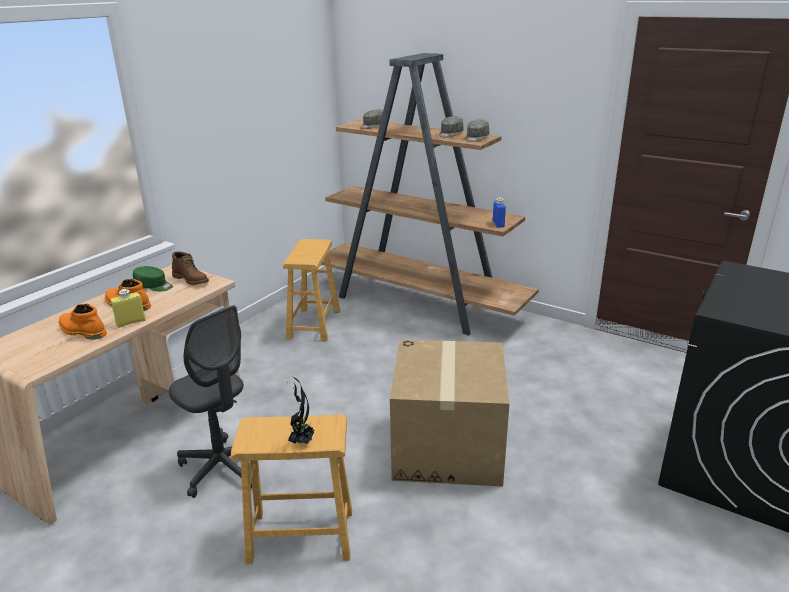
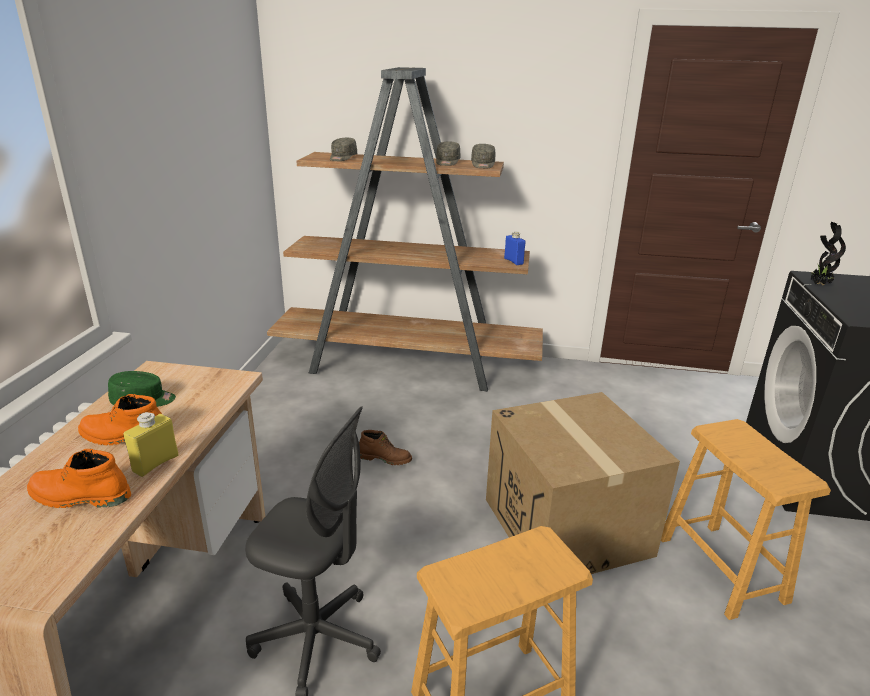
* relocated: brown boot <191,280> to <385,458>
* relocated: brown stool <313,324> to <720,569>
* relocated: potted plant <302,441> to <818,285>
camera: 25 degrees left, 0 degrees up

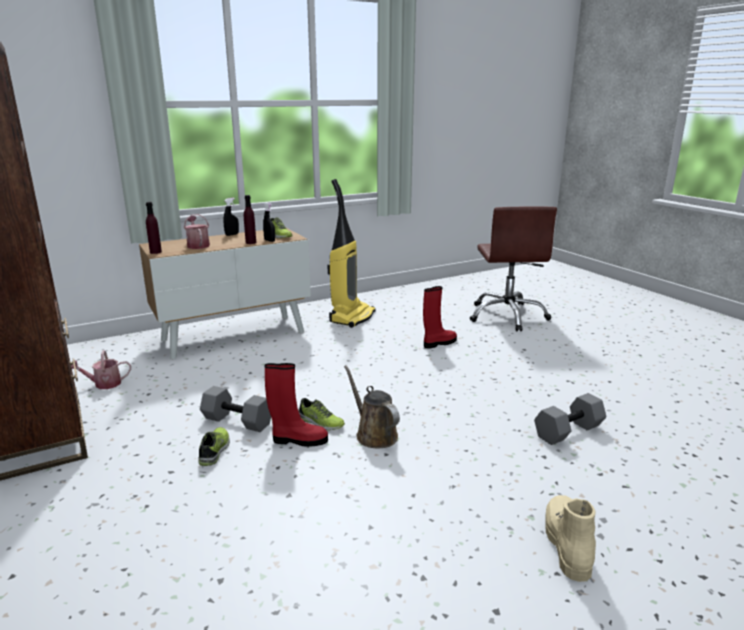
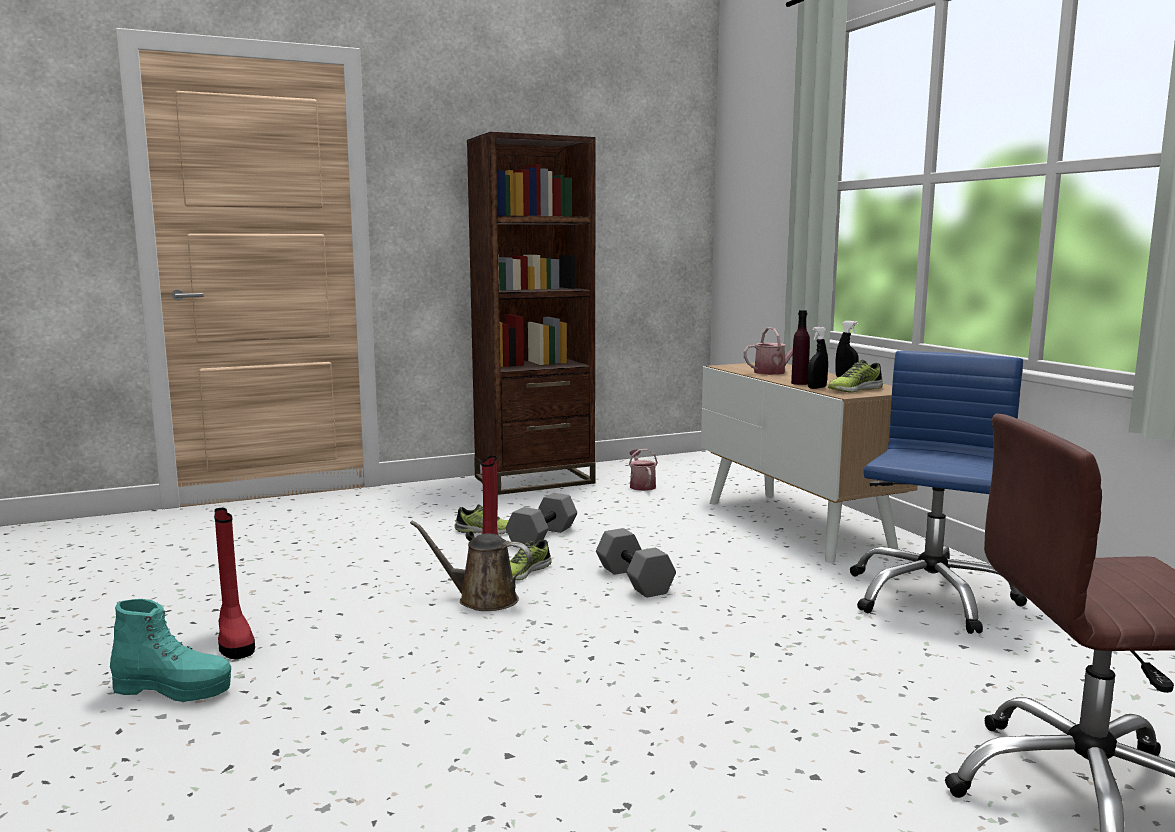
* missing: purple bottle <155,252>
* exchanged: vacuum cleaner <352,317> to blue office chair <929,597>
* spun: brown watering can <374,434> = <482,599> 135 degrees counterclockwise
* relocated: red boot <439,343> to <234,640>
* relocated: grey dumbbell <569,432> to <632,580>
* colour: beige boot <566,544> to turquoise boot <174,689>
camera: 95 degrees right, 10 degrees down

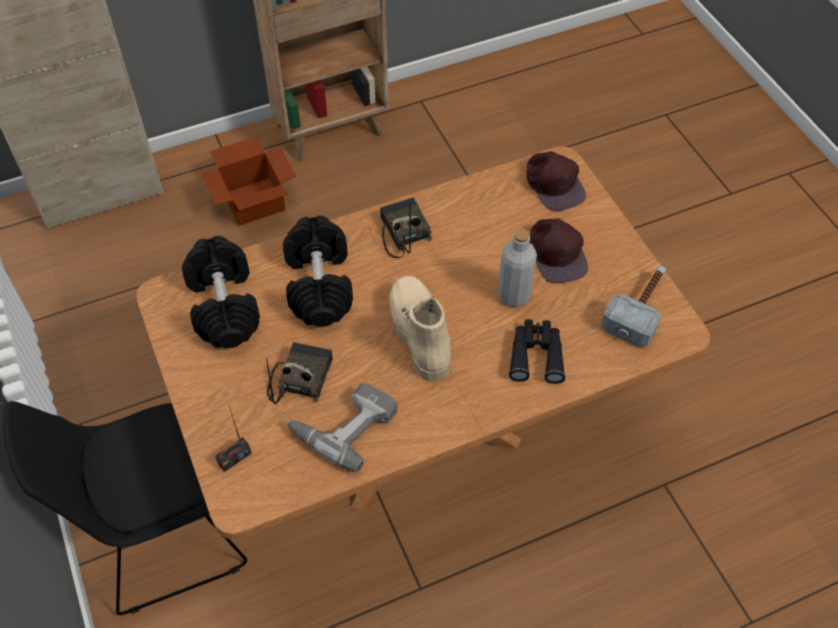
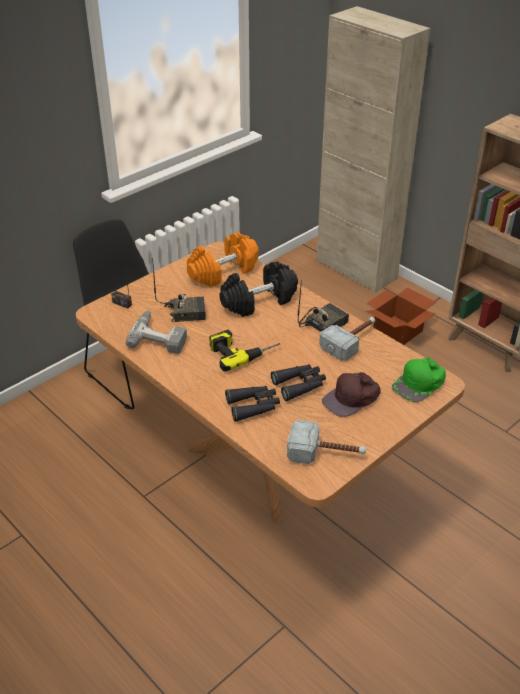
* colour: black dumbbell <223,305> to orange dumbbell <223,271>
* exchanged: beige boot <419,335> to power drill <242,350>
* exchanged: grey bottle <514,295> to black binoculars <300,385>
* colour: brown cap <554,183> to green cap <419,384>
* appeared: hammer <351,341>
camera: 70 degrees right, 15 degrees down

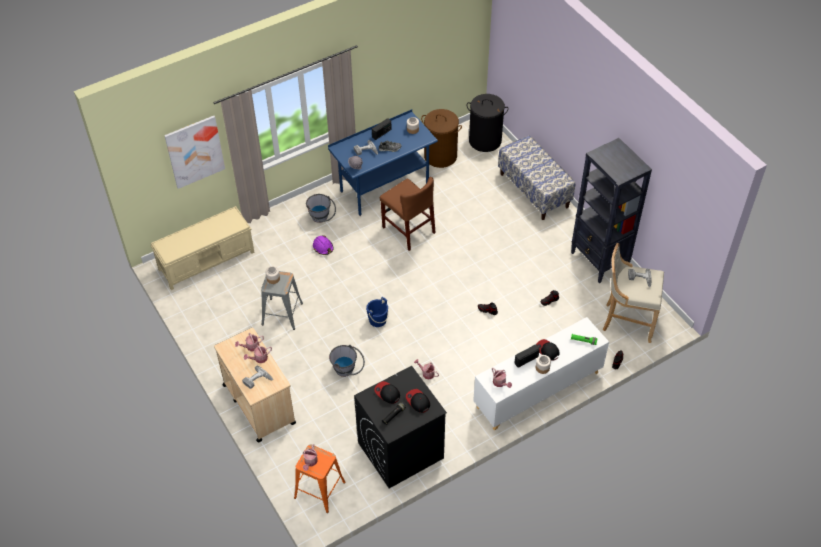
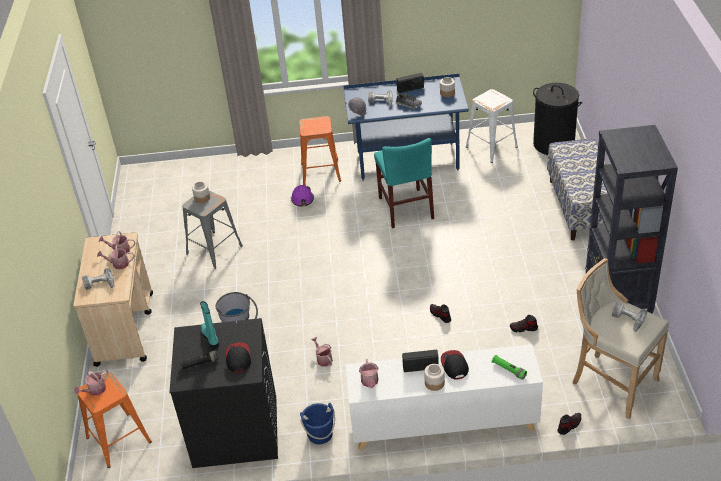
* missing: beige bench <207,260>
* missing: picture <195,151>
* exchanged: grey bucket <321,218> to orange stool <320,172>
* relocated: blue bucket <377,320> to <320,434>
* exchanged: cap <387,393> to turquoise boot <211,338>
* colour: brown chair <408,230> to turquoise chair <405,208>
* exchanged: brown laundry basket <440,156> to white stool <492,146>
camera: 30 degrees right, 10 degrees down

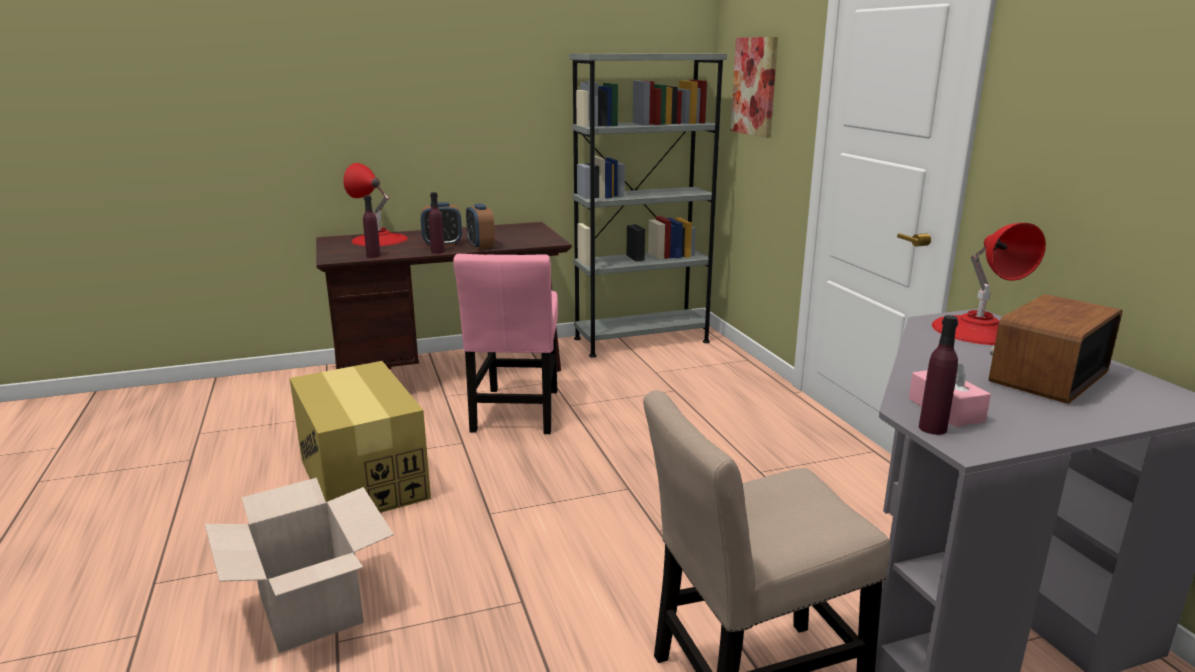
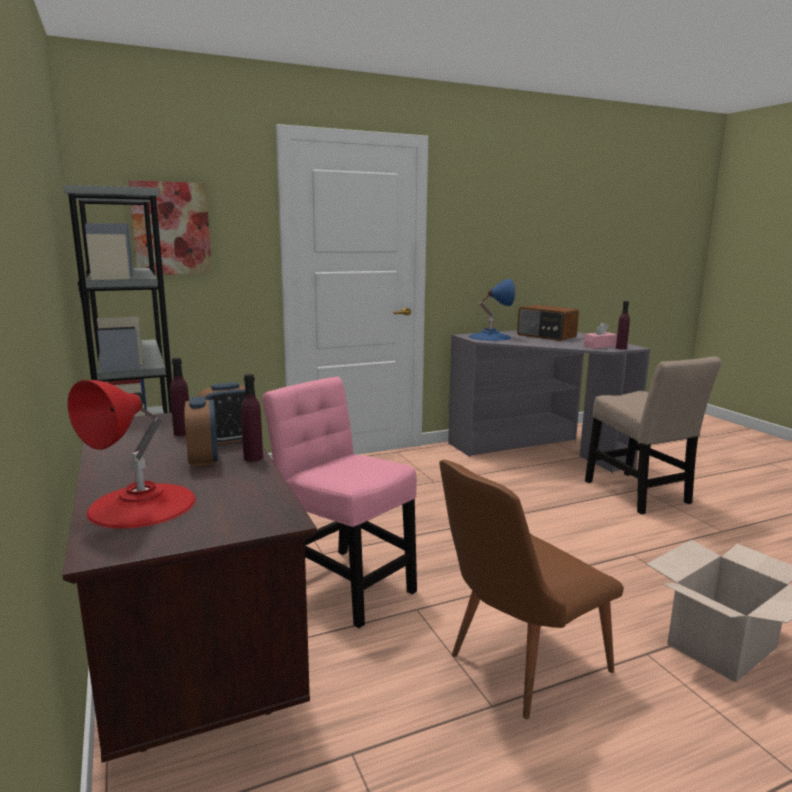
* exchanged: cardboard box <363,478> to brown chair <516,666>
* relocated: purple bottle <373,256> to <182,433>
* spun: pink chair <516,413> = <343,583> 135 degrees counterclockwise
* colour: red table lamp <978,330> to blue table lamp <490,337>
camera: 95 degrees left, 5 degrees down

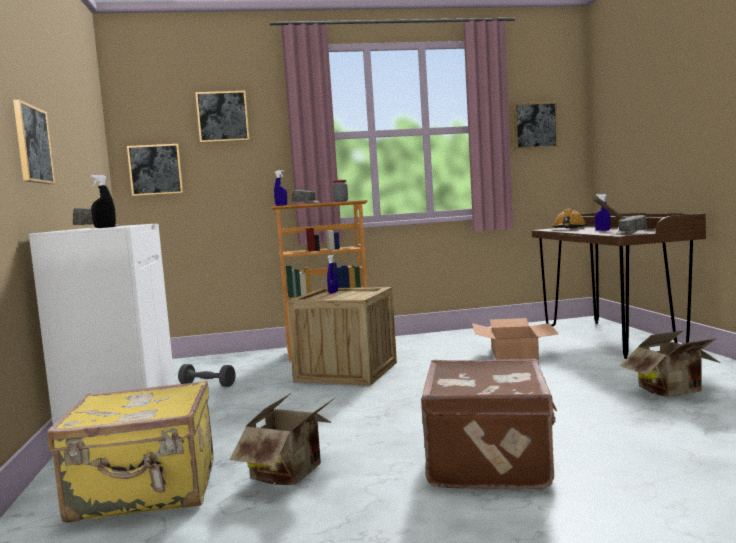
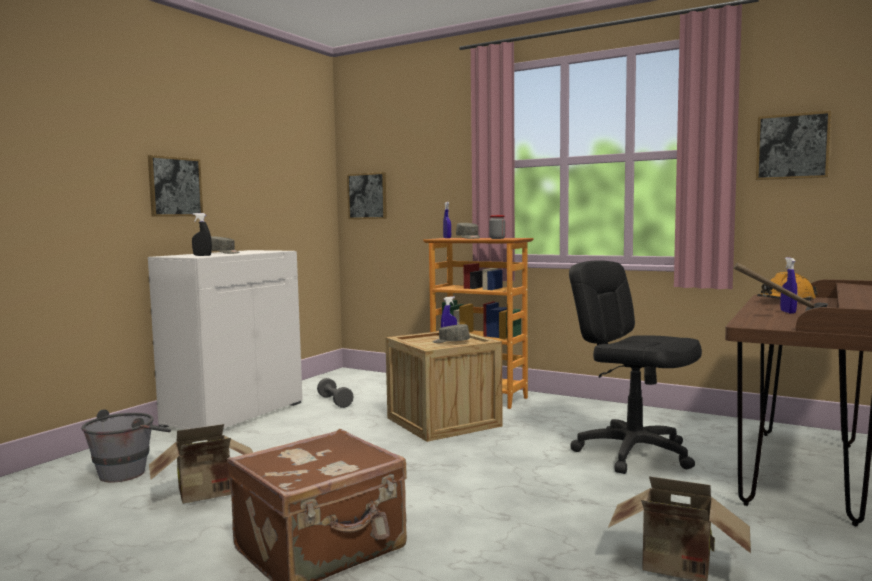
* exchanged: yellow suitcase <146,492> to grey bucket <130,471>
* missing: picture <222,116>
* exchanged: cardboard box <514,353> to black office chair <633,453>
* relocated: grey cap <630,233> to <450,342>
camera: 40 degrees right, 0 degrees up

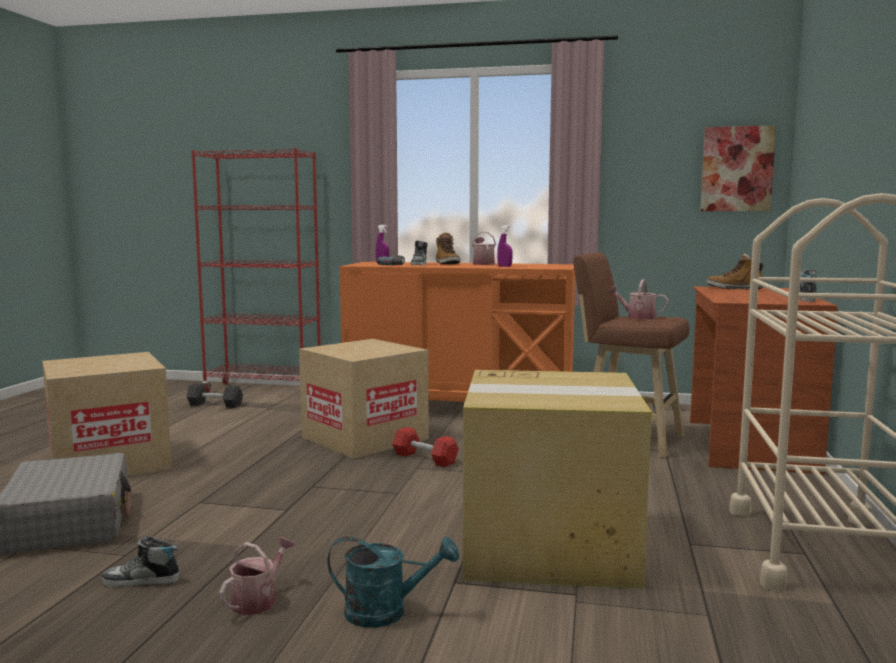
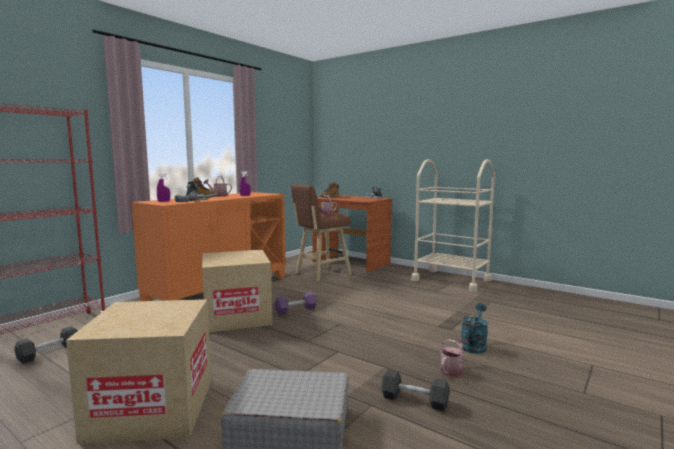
* exchanged: shoe <141,581> to black dumbbell <414,400>
* spun: watering can <258,600> = <452,369> 75 degrees clockwise
* colour: red dumbbell <425,458> to purple dumbbell <295,310>
* missing: cardboard box <552,545>
* missing: picture <737,169>
camera: 65 degrees left, 0 degrees up

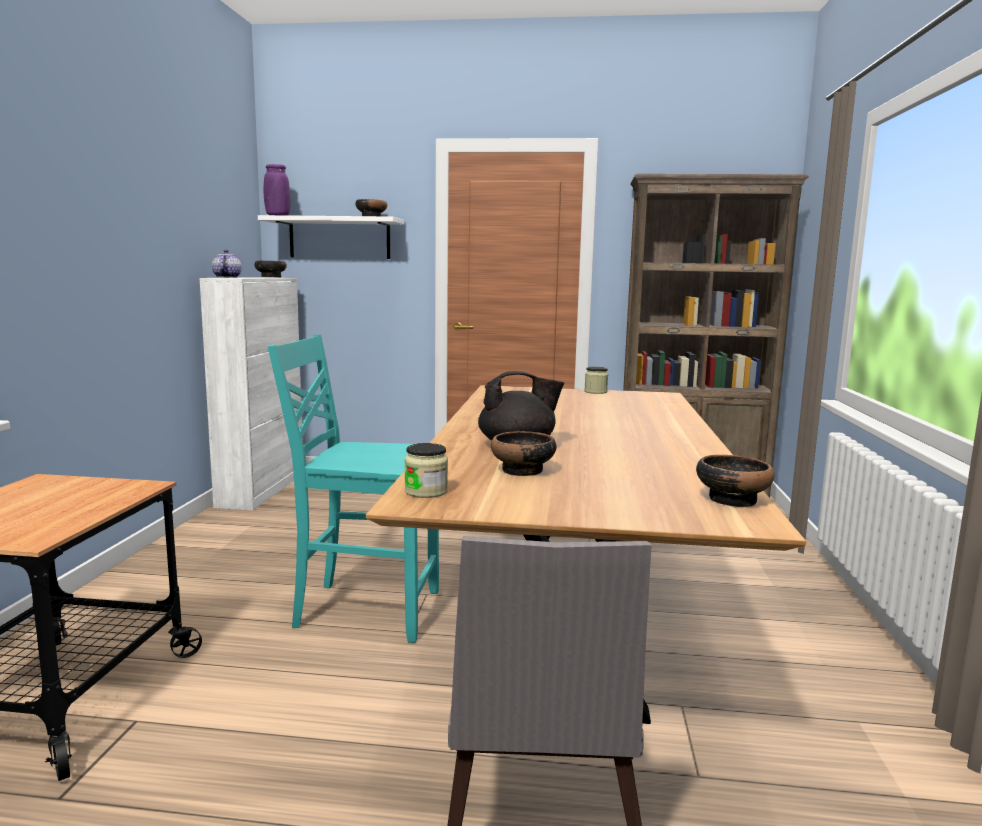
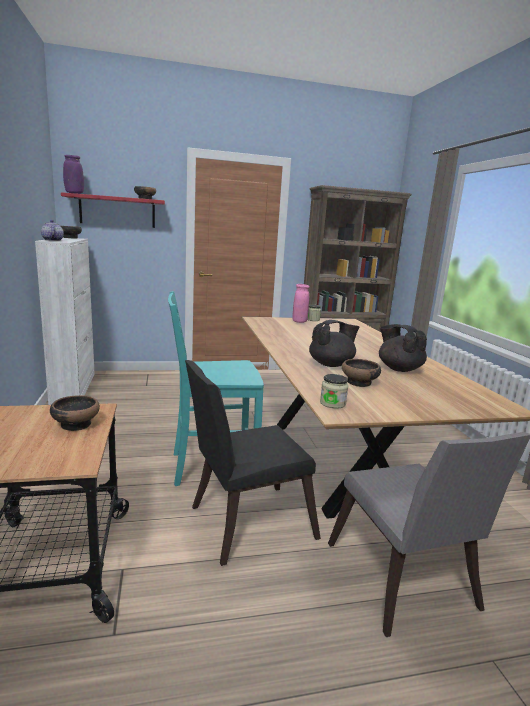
* colour: white shelf <339,238> to red shelf <117,211>
* relocated: bowl <732,499> to <76,424>
* appeared: black chair <244,523>
* appeared: pink vase <299,321>
* appeared: black teapot <399,369>
camera: 20 degrees left, 5 degrees up

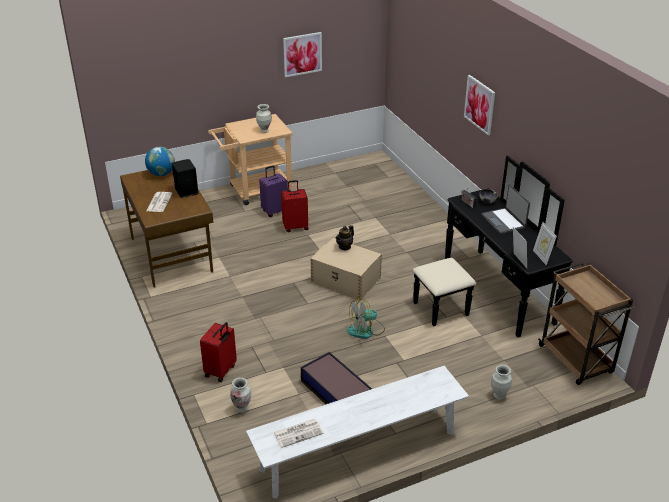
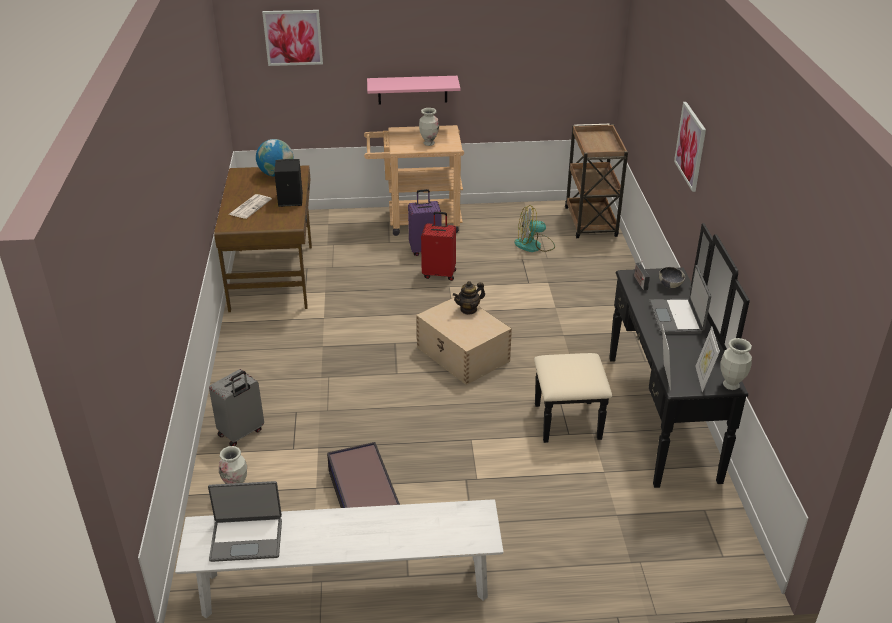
* colour: red suitcase <221,371> to grey suitcase <241,433>
* exchanged: newspaper <298,433> to laptop <247,538>
* relocated: picture <302,54> to <293,37>
* relocated: fan <366,330> to <534,245>
* relocated: vase <499,396> to <731,385>
* relocated: brown cart <576,360> to <591,223>
* appeared: pink shelf <412,90>
camera: 20 degrees right, 0 degrees up

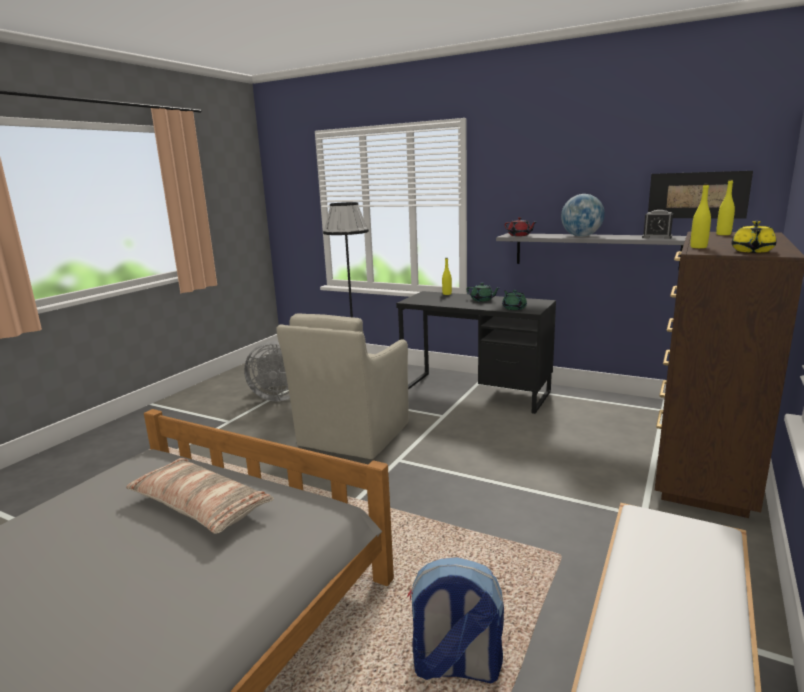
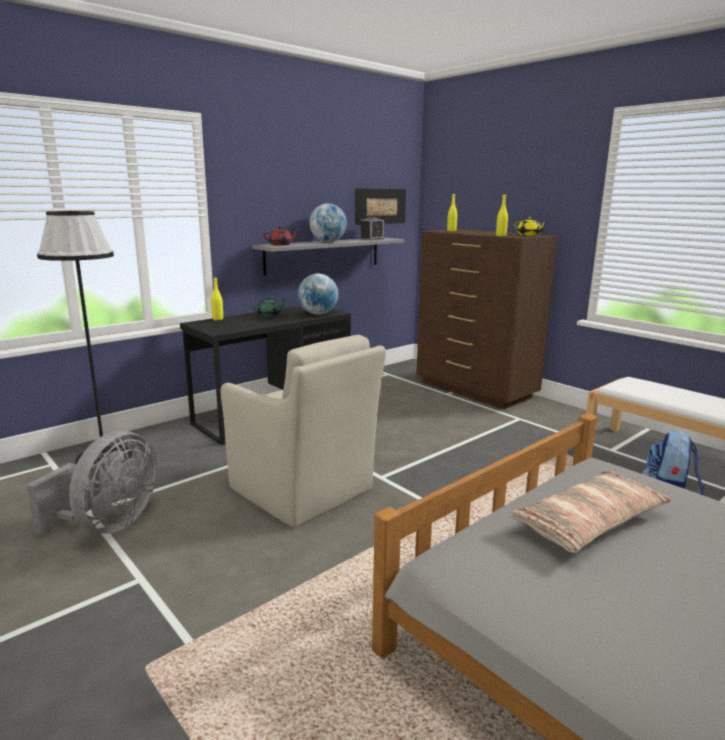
* exchanged: green teapot <514,308> to globe <318,314>
camera: 70 degrees left, 0 degrees up

